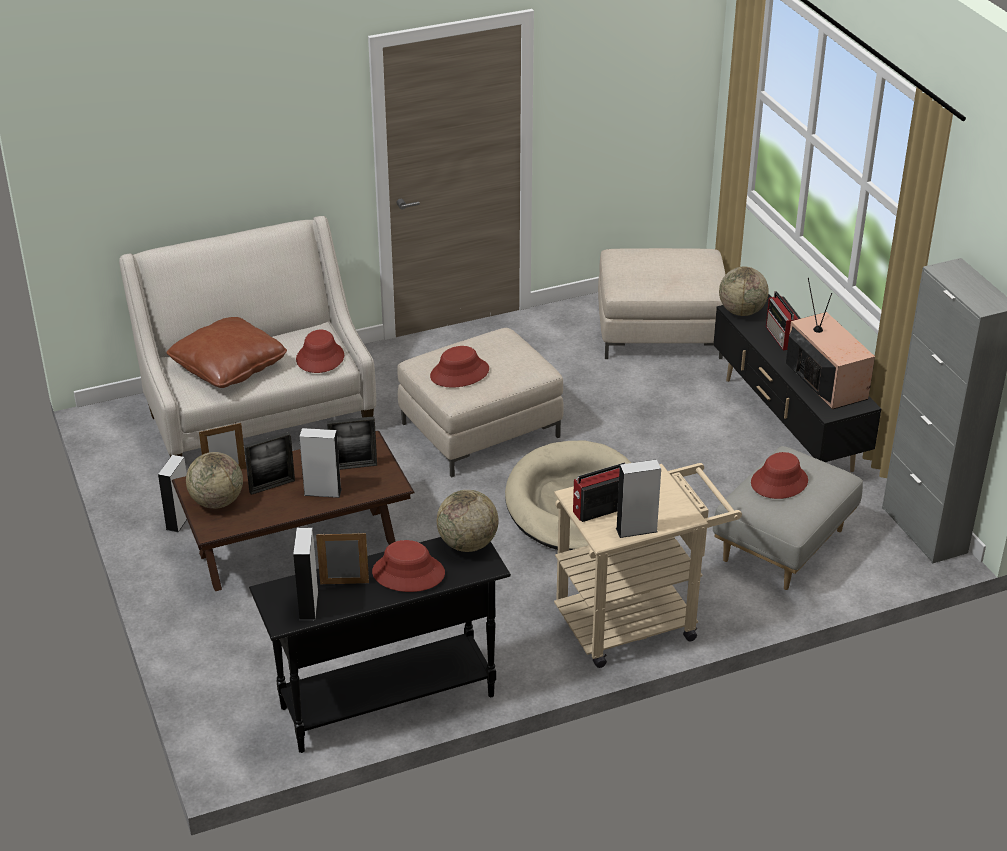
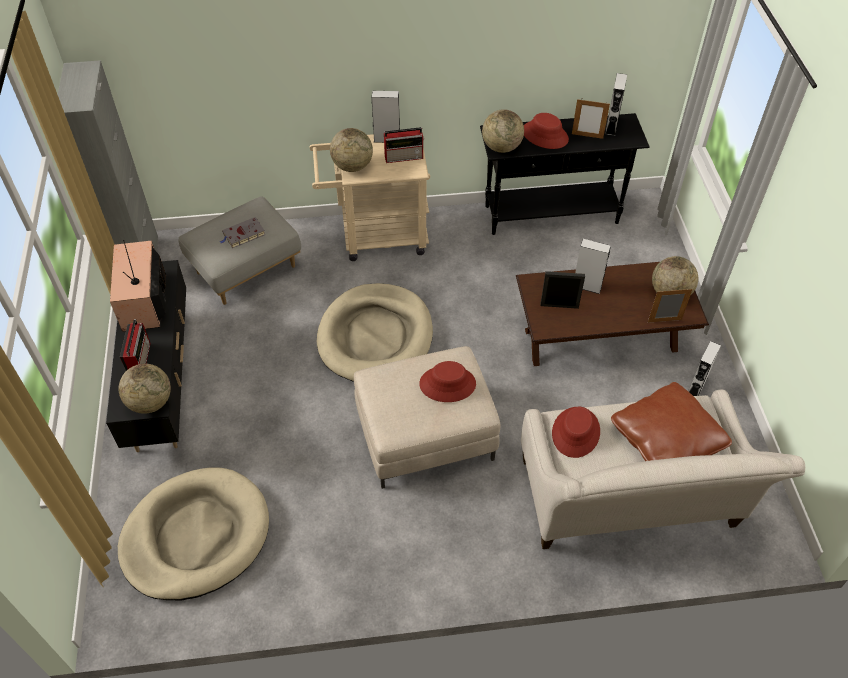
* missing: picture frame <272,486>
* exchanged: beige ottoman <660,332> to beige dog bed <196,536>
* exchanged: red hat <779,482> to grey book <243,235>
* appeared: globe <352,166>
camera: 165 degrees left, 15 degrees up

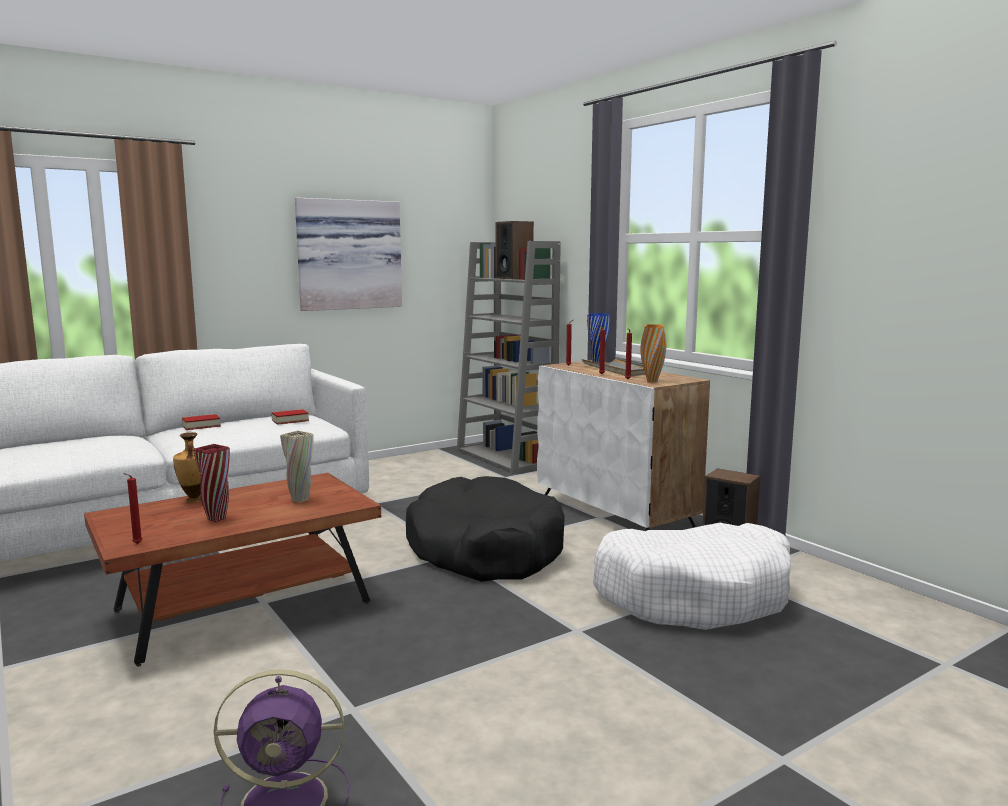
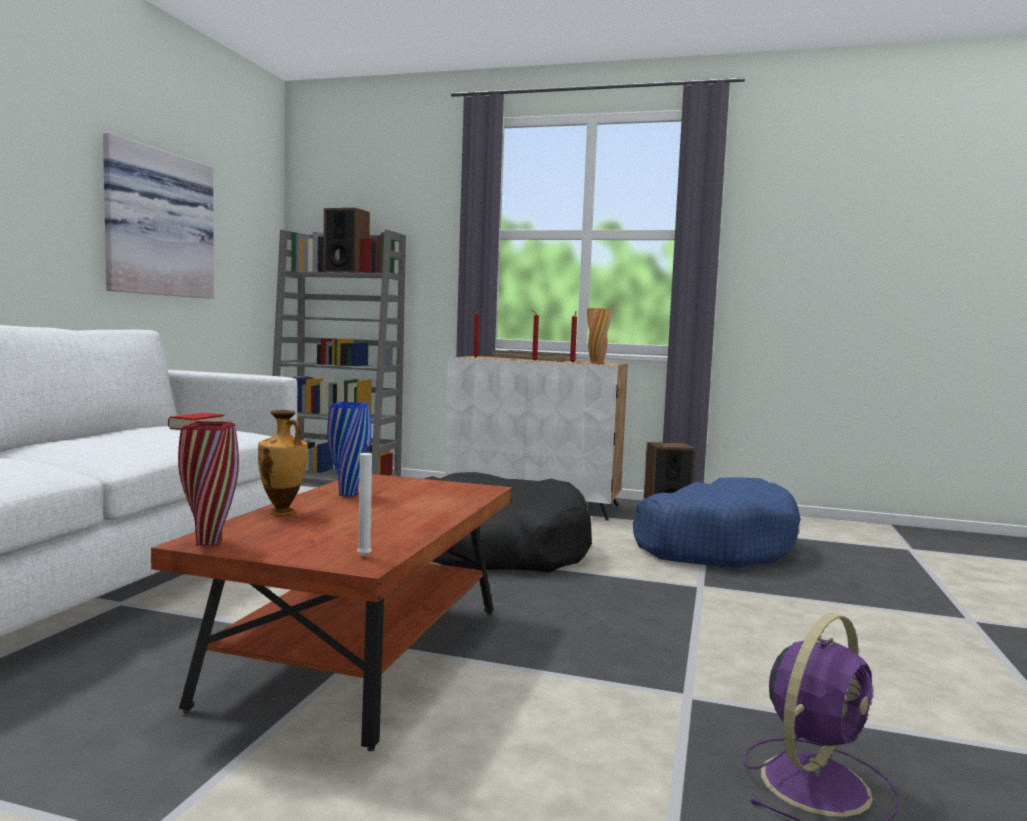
* colour: red candle <136,544> to white candle <364,557>
* missing: book <201,426>
* relocated: red vase <216,519> to <209,542>
* missing: beige vase <300,500>
* relocated: blue vase <597,362> to <348,494>
* colour: white dog bed <694,595> to blue dog bed <714,545>
camera: 40 degrees left, 5 degrees down

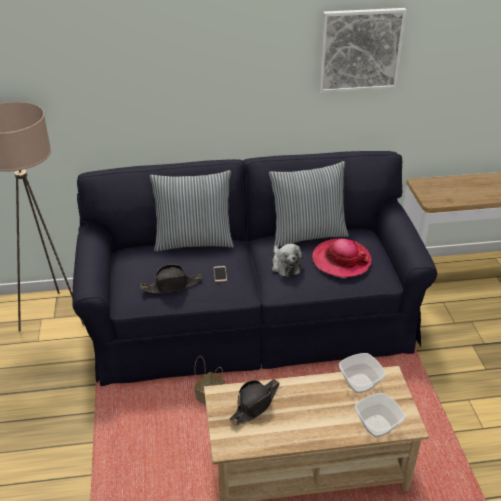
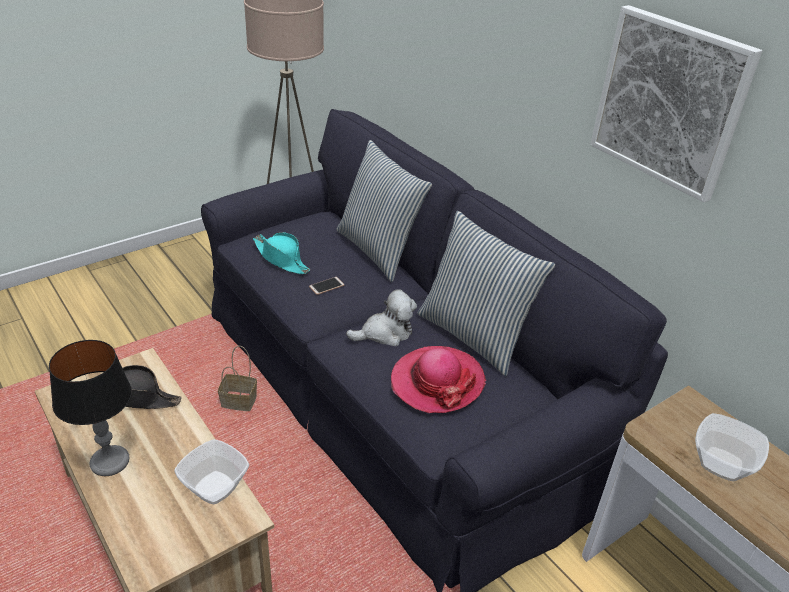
* colour: black hat <172,285> to turquoise hat <281,259>
* spun: plush toy <285,266> = <385,333> 150 degrees counterclockwise
* relocated: bowl <377,426> to <720,464>
* appeared: table lamp <110,461>
camera: 60 degrees right, 0 degrees up

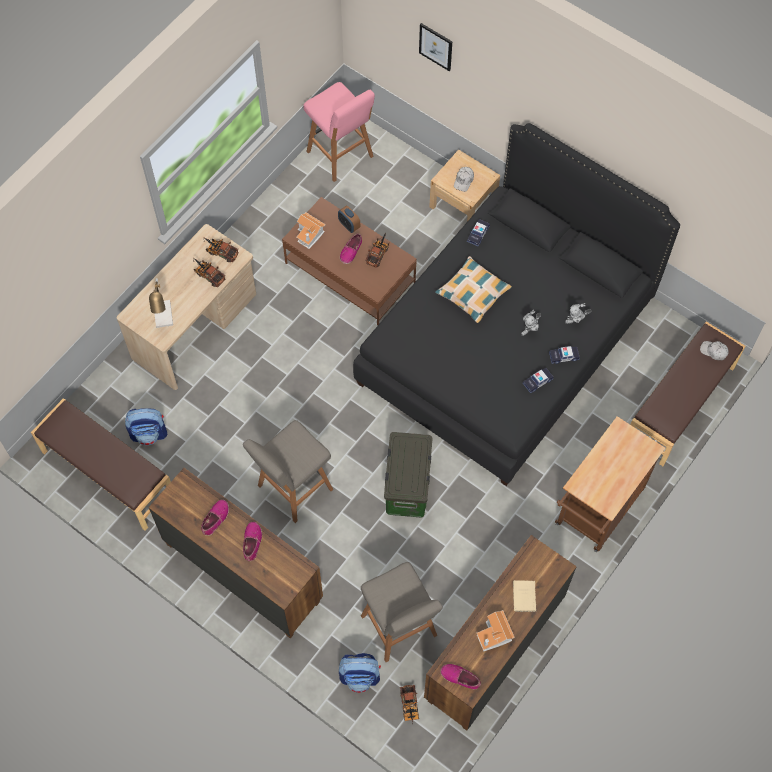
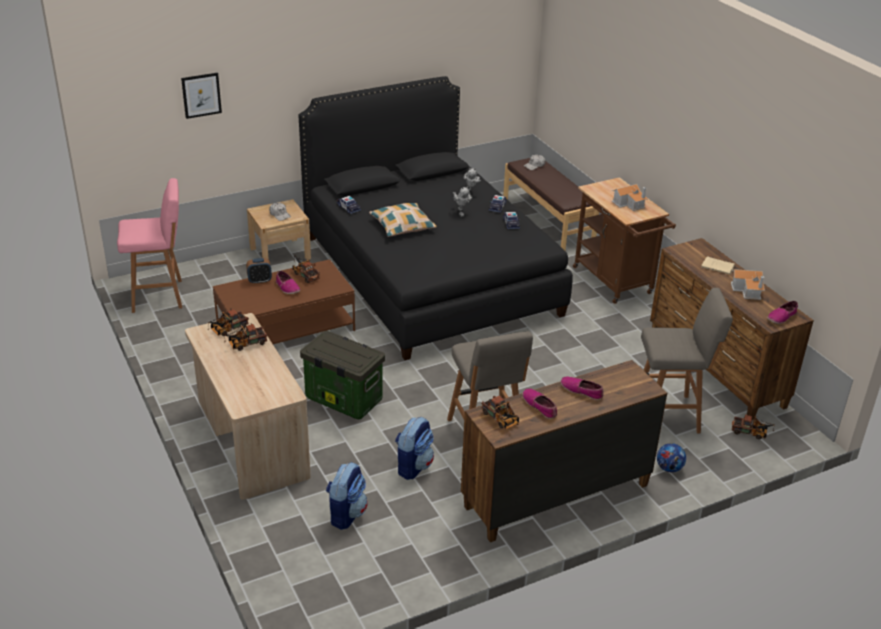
* missing: brown bench <108,474>
* missing: table lamp <164,318>
* relocated: toy house <310,235> to <629,203>
* relocated: backpack <360,676> to <413,466>
* relocated: storage box <407,486> to <342,399>
* appeared: toy truck <501,420>
* appeared: football <669,468>
camera: 65 degrees left, 30 degrees down

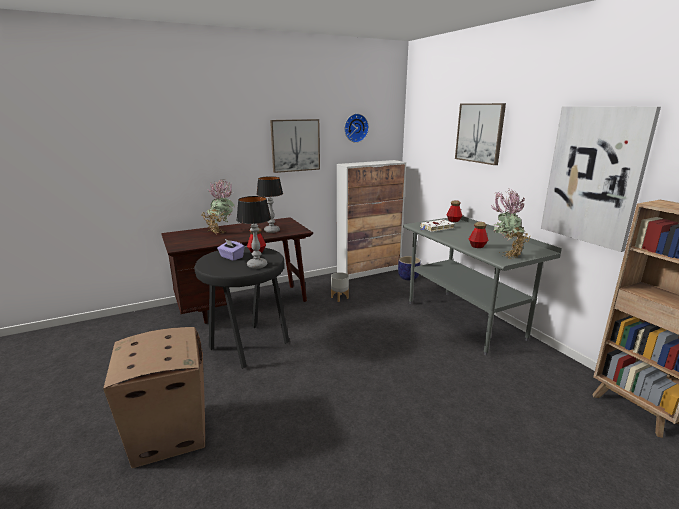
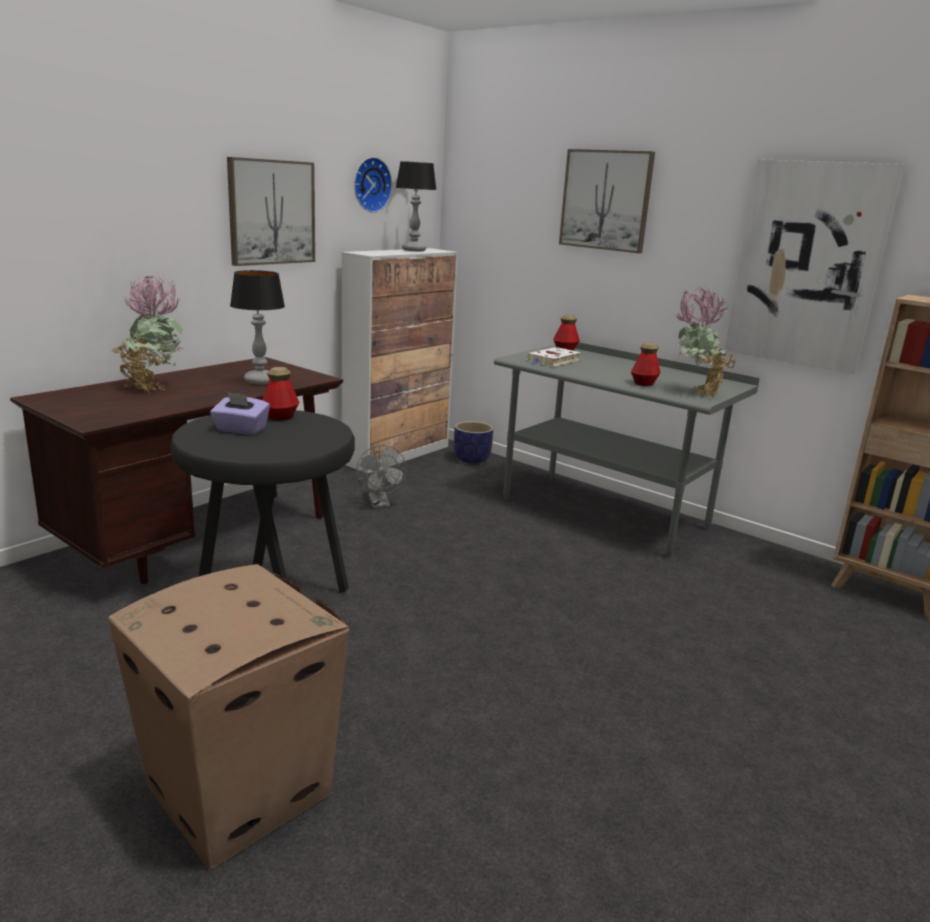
* relocated: table lamp <257,265> to <414,250>
* exchanged: grey planter <340,297> to grey fan <380,504>
camera: 25 degrees left, 0 degrees up

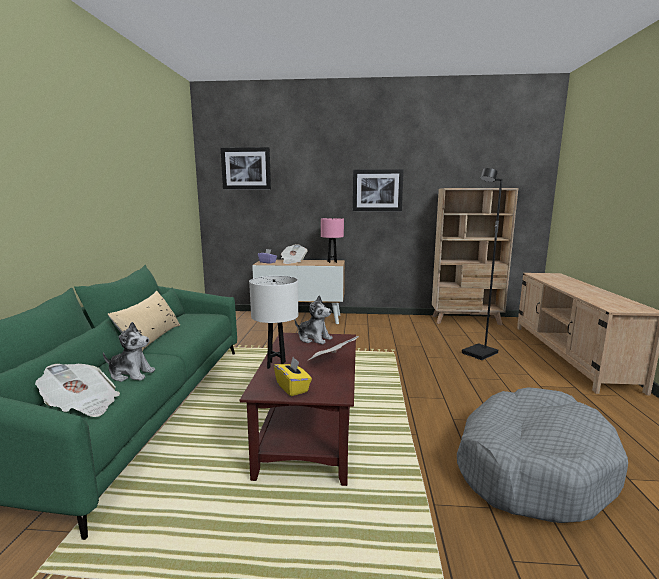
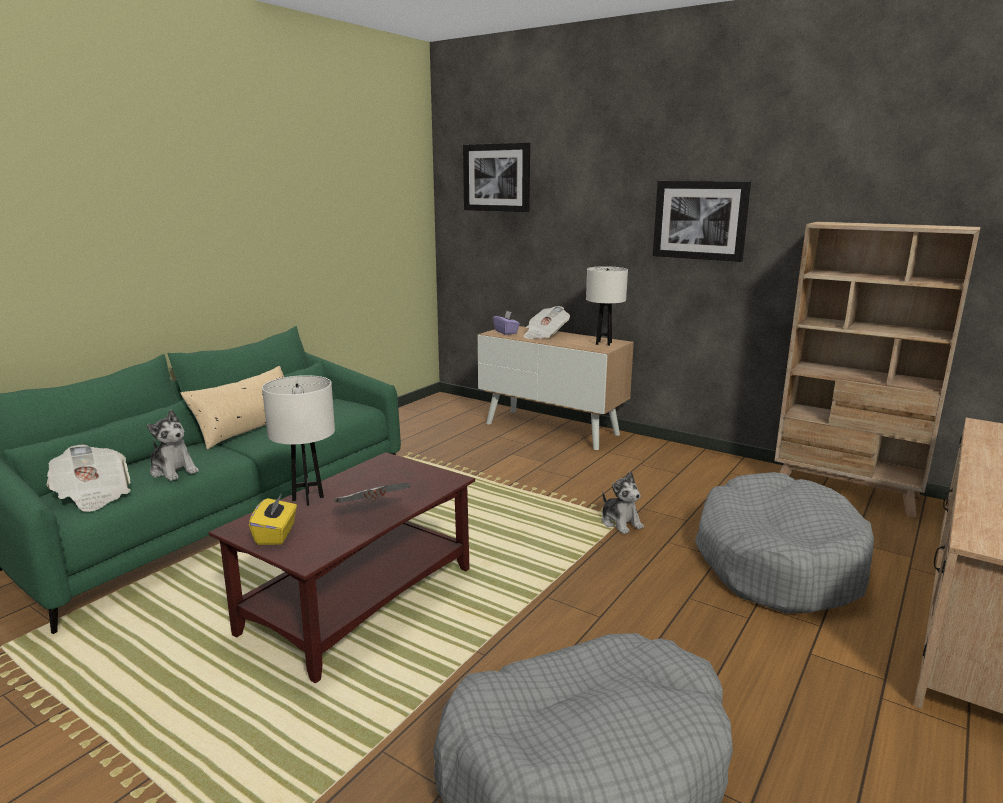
* relocated: plush toy <314,339> to <620,523>
* colour: pink table lamp <332,262> to white table lamp <603,343>
* exchanged: black floor lamp <480,354> to grey dog bed <777,562>
camera: 30 degrees right, 5 degrees up

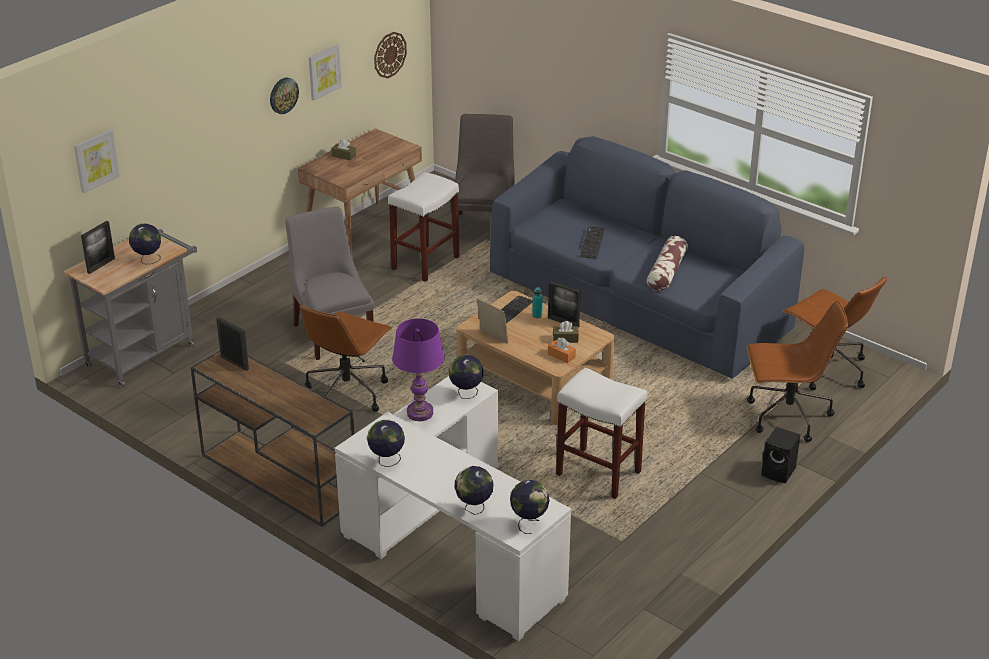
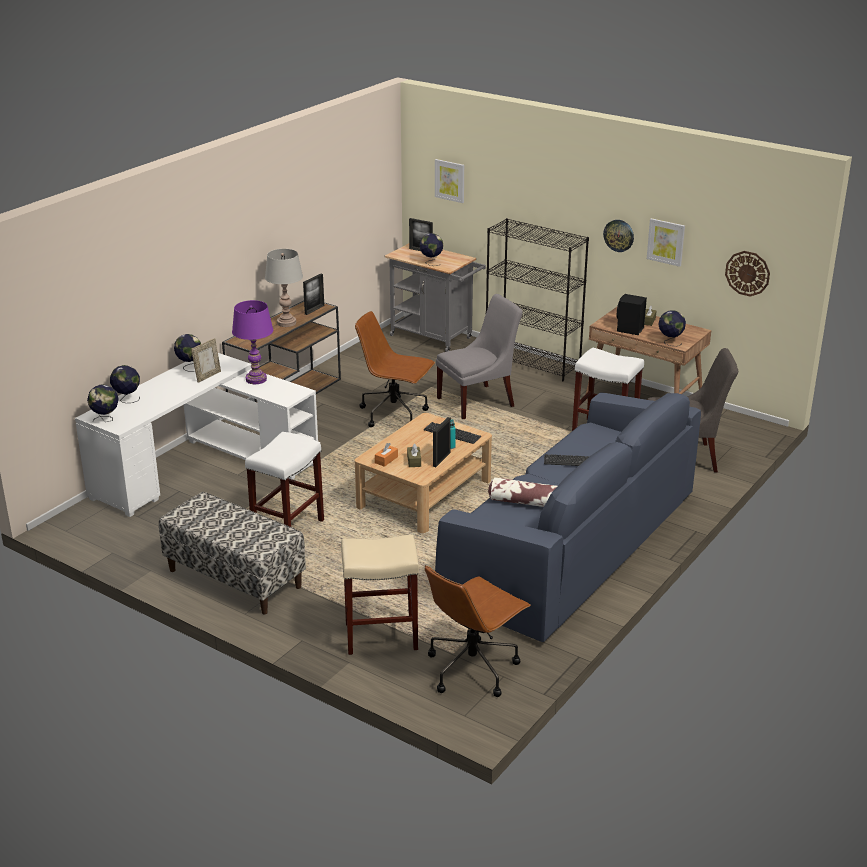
* relocated: globe <466,394> to <670,342>
* relocated: picture frame <492,337> to <207,376>
* exchanged: brown office chair <786,416> to beige stool <380,636>
* relocated: black speaker <779,472> to <629,330>
* appeared: bench <234,579>
* appeared: grey table lamp <286,323>
* appeared: black bookcase <533,363>
camera: 85 degrees right, 5 degrees down

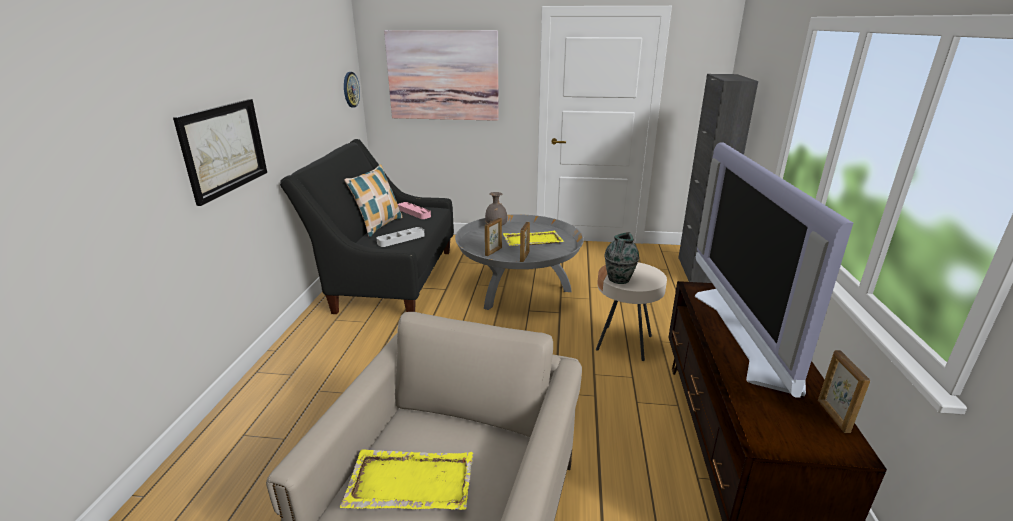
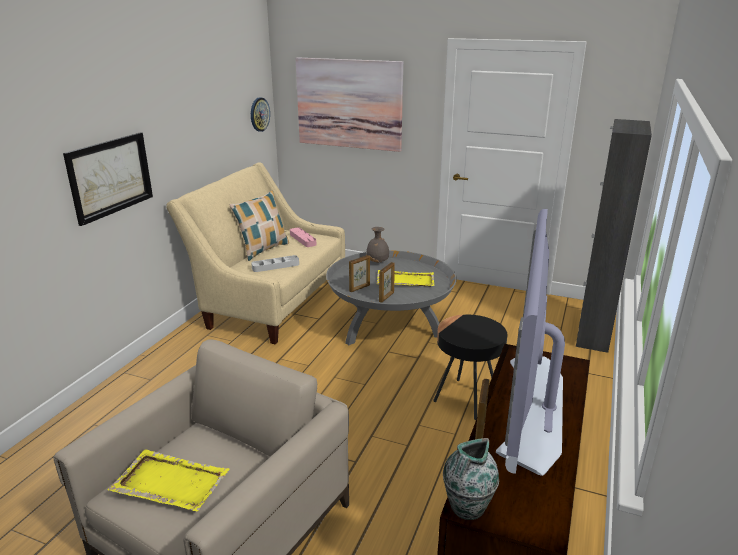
* colour: black sofa <388,279> to beige sofa <270,301>
* colour: beige side table <624,343> to black side table <466,399>
* relocated: vase <618,280> to <467,508>
* relocated: picture frame <832,416> to <479,435>
camera: 15 degrees right, 0 degrees up

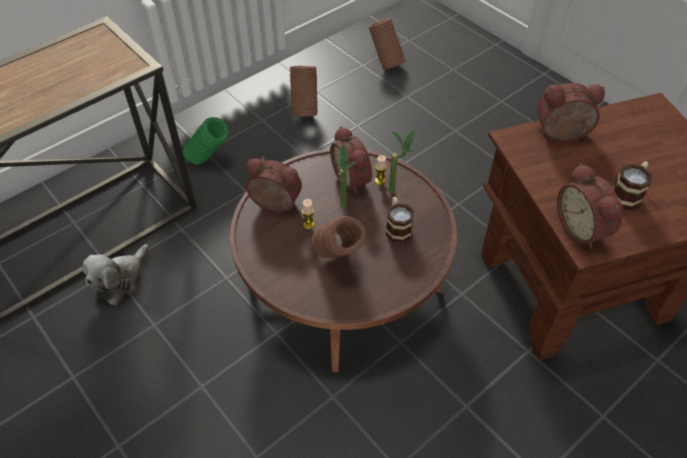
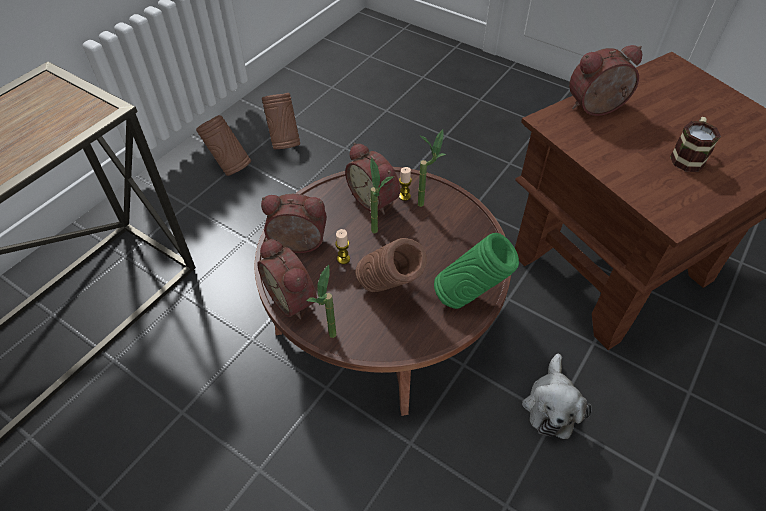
* relocated: plush toy <121,280> to <551,405>
* relocated: green vase <209,161> to <470,297>
* relocated: brown vase <385,63> to <229,167>
* missing: mug <397,228>
* relocated: alarm clock <583,228> to <294,298>
* appeared: potted plant <331,341>
camera: 15 degrees left, 0 degrees up

